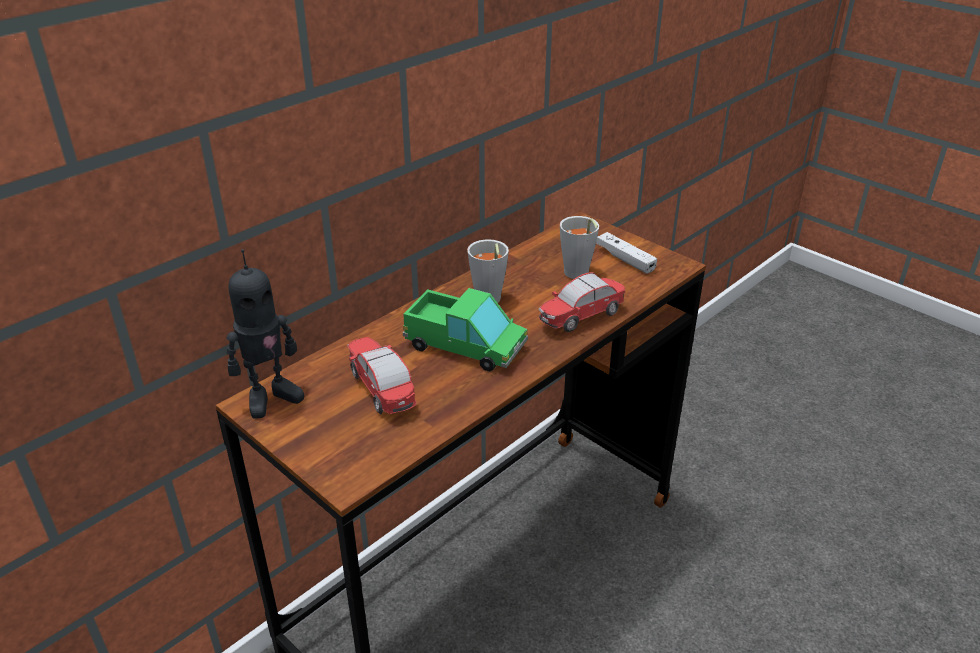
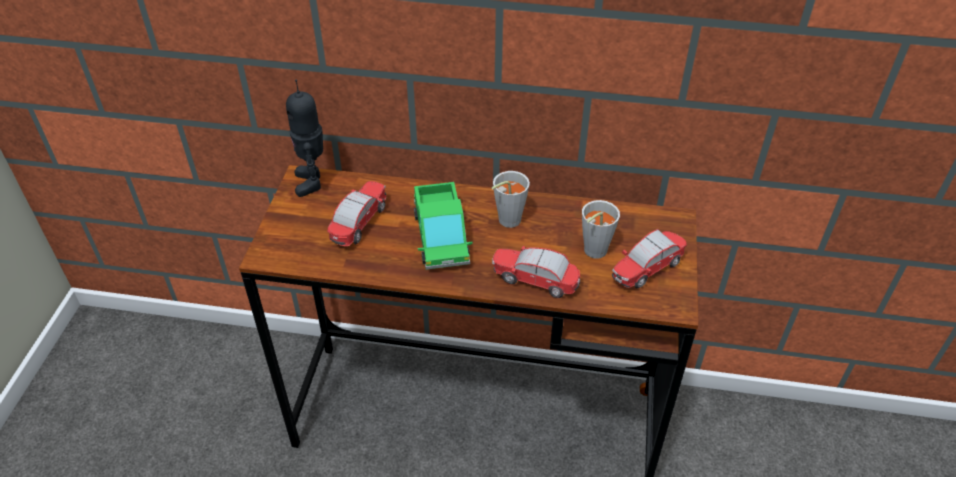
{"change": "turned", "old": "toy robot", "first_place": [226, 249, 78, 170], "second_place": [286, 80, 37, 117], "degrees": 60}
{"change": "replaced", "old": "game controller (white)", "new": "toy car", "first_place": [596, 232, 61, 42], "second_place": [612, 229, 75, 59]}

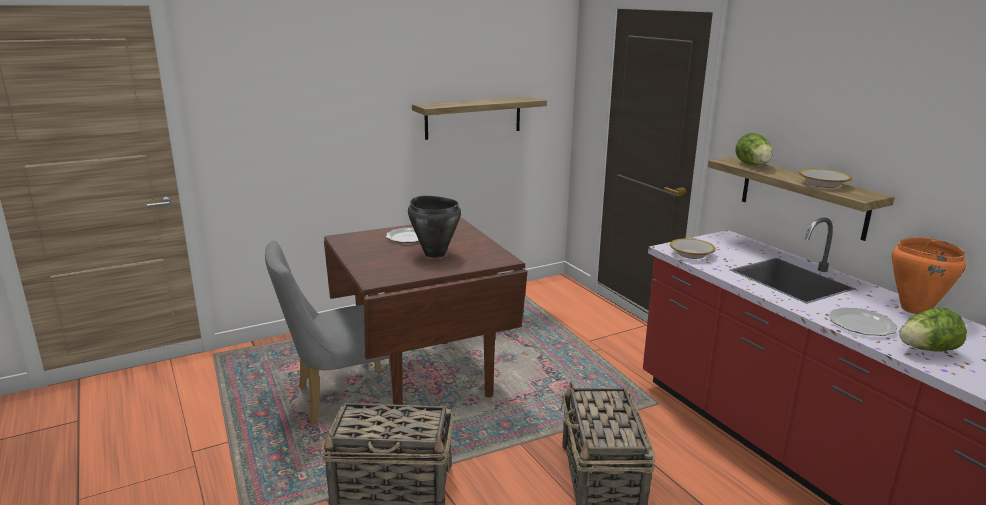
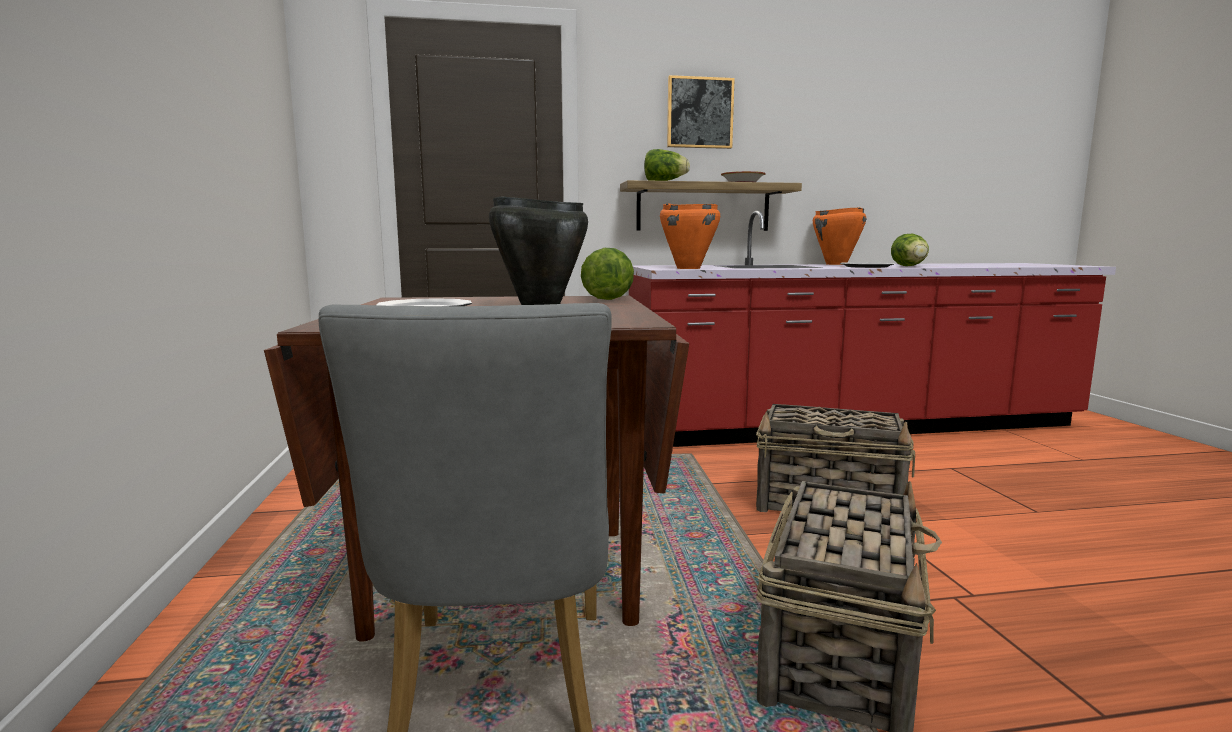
{"change": "removed", "old": "shelf", "first_place": [412, 96, 135, 44]}
{"change": "replaced", "old": "bowl", "new": "cooking pot (orange)", "first_place": [670, 238, 46, 21], "second_place": [660, 204, 60, 65]}
{"change": "added", "new": "lettuce", "second_place": [581, 248, 53, 52]}
{"change": "added", "new": "picture", "second_place": [667, 75, 68, 74]}

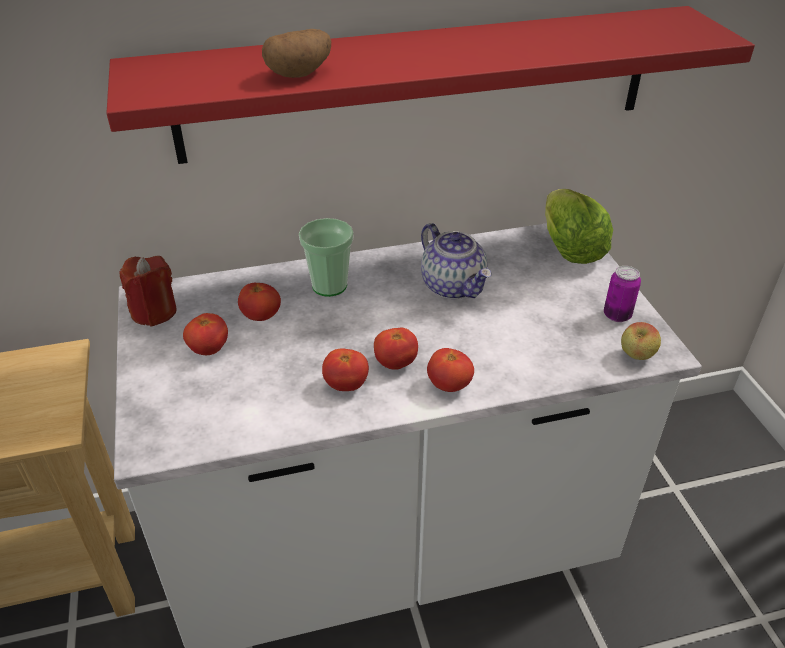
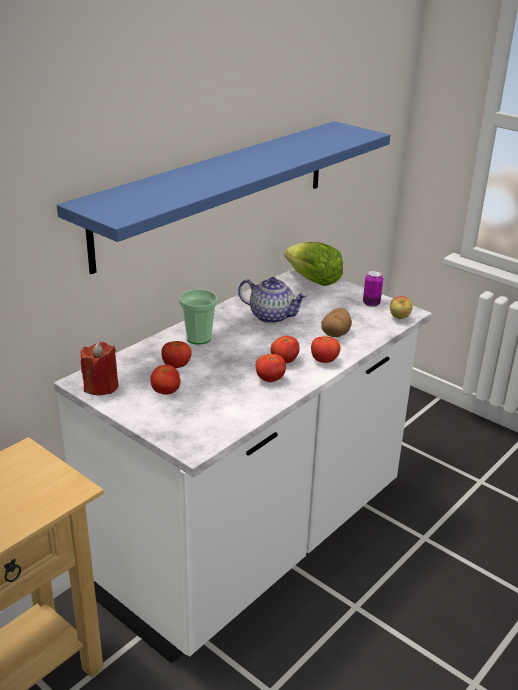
{"change": "recoloured", "old": "shelf (red)", "new": "shelf (blue)", "first_place": [106, 6, 649, 158], "second_place": [57, 121, 333, 153]}
{"change": "moved", "old": "potato", "first_place": [262, 29, 69, 49], "second_place": [321, 308, 31, 29]}

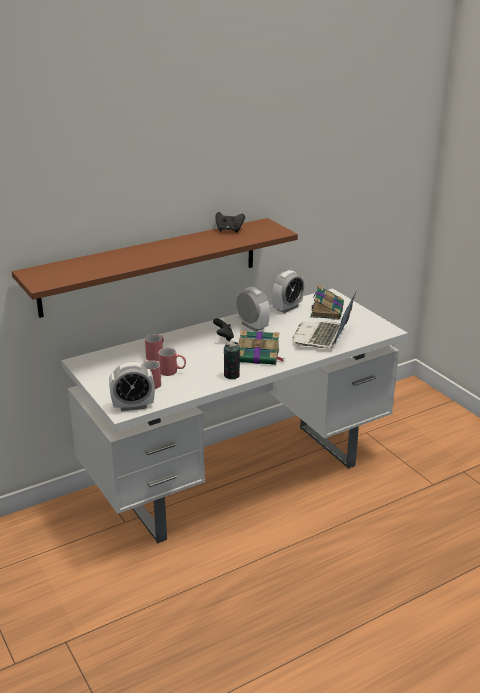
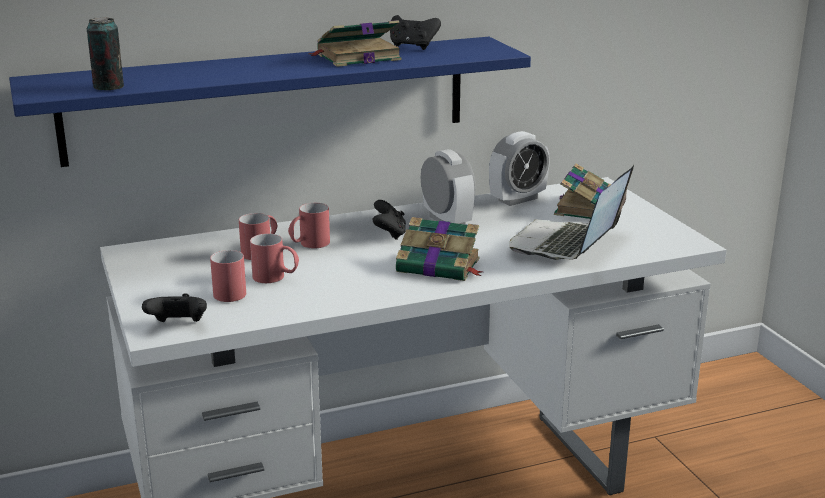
{"change": "recoloured", "old": "shelf (brown)", "new": "shelf (blue)", "first_place": [12, 218, 286, 100], "second_place": [9, 37, 522, 130]}
{"change": "replaced", "old": "alarm clock", "new": "game controller (black)", "first_place": [109, 362, 46, 49], "second_place": [142, 293, 65, 29]}
{"change": "moved", "old": "can", "first_place": [224, 341, 16, 38], "second_place": [87, 17, 37, 73]}
{"change": "added", "new": "mug (red)", "second_place": [288, 203, 42, 46]}
{"change": "added", "new": "book", "second_place": [309, 20, 93, 47]}

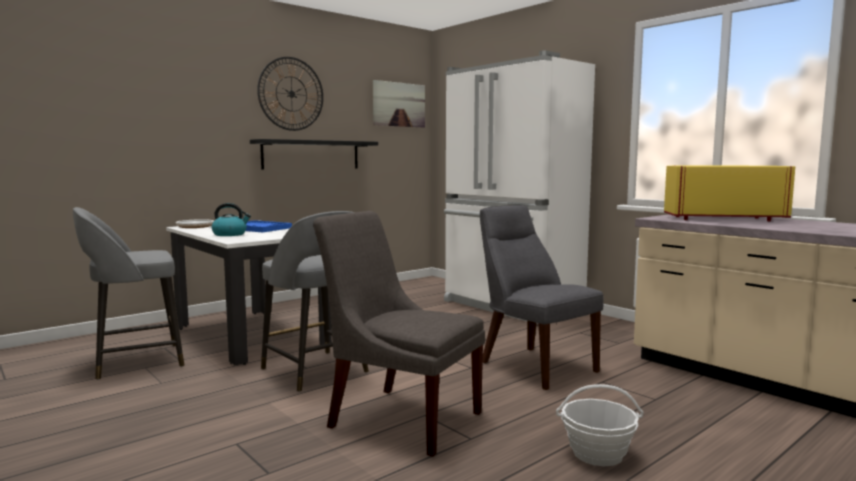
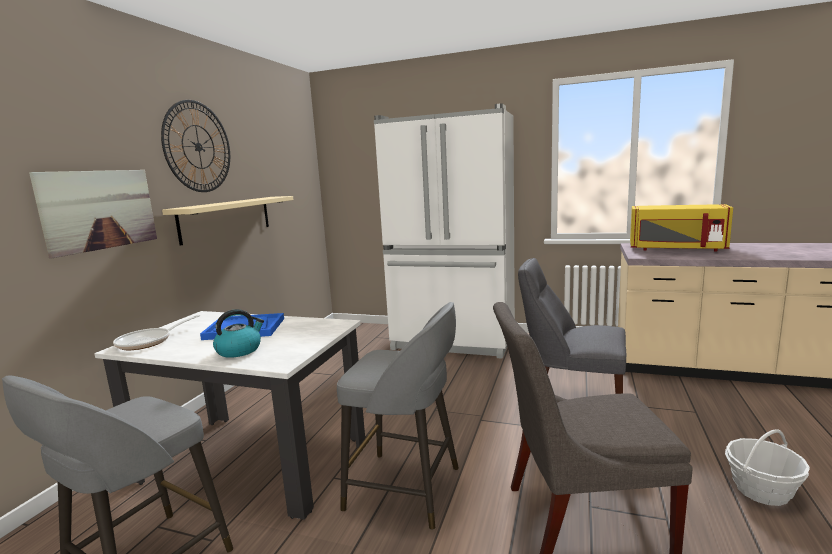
{"change": "recoloured", "old": "shelf (black)", "new": "shelf (beige)", "first_place": [250, 139, 128, 31], "second_place": [162, 196, 131, 50]}
{"change": "moved", "old": "picture", "first_place": [373, 80, 52, 48], "second_place": [29, 170, 128, 88]}
{"change": "turned", "old": "microwave (yellow)", "first_place": [664, 166, 131, 55], "second_place": [630, 204, 103, 48], "degrees": -135}

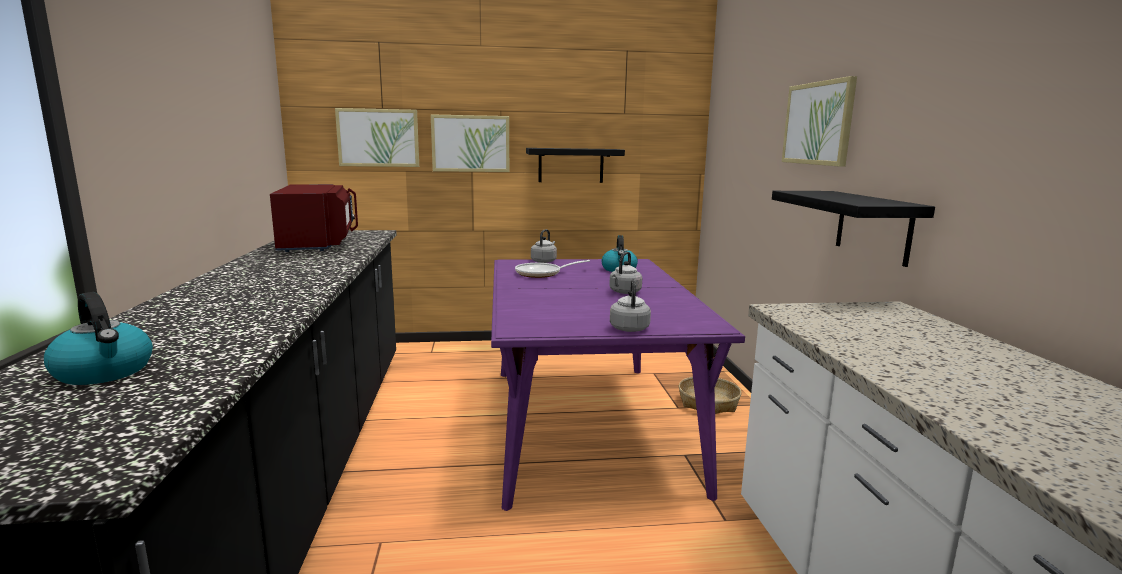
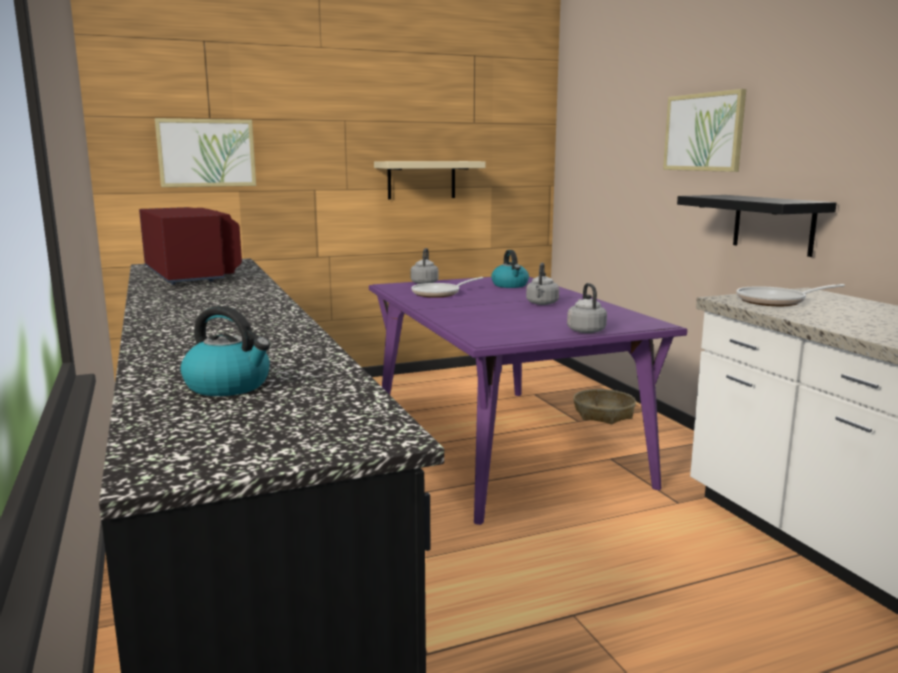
{"change": "removed", "old": "picture", "first_place": [431, 114, 78, 58]}
{"change": "recoloured", "old": "shelf (black)", "new": "shelf (beige)", "first_place": [526, 148, 99, 35], "second_place": [374, 161, 111, 38]}
{"change": "added", "new": "frying pan", "second_place": [737, 284, 108, 22]}

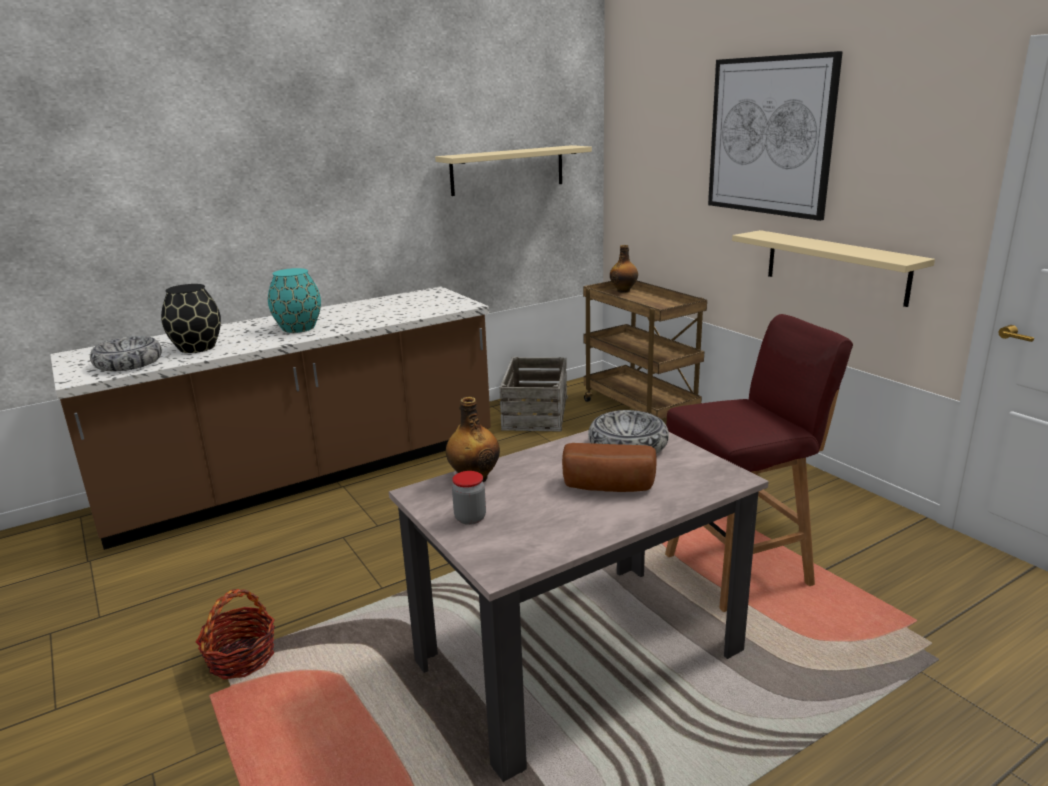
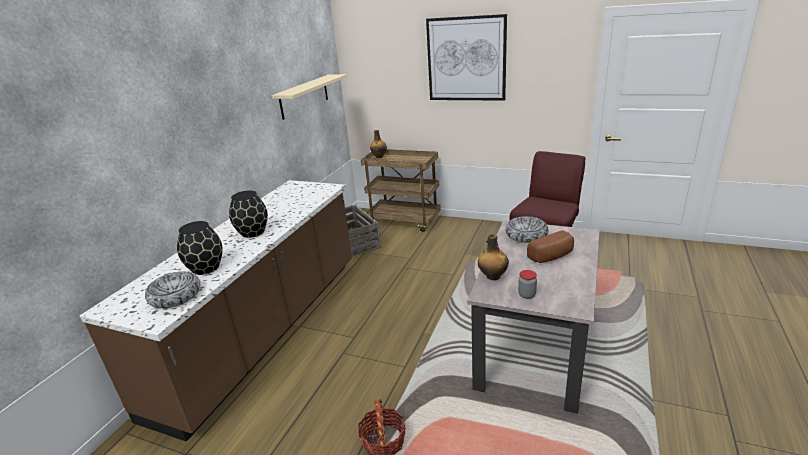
{"change": "recoloured", "old": "vase (turquoise)", "new": "vase (black)", "first_place": [268, 268, 53, 65], "second_place": [229, 191, 39, 47]}
{"change": "removed", "old": "shelf (beige)", "first_place": [732, 230, 203, 77]}

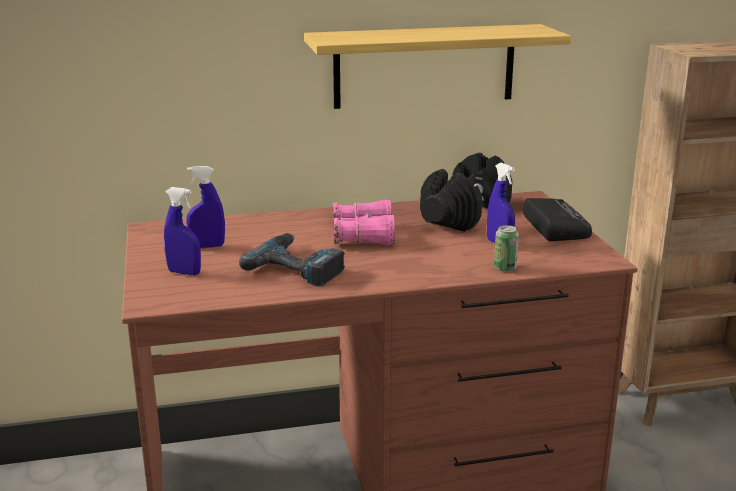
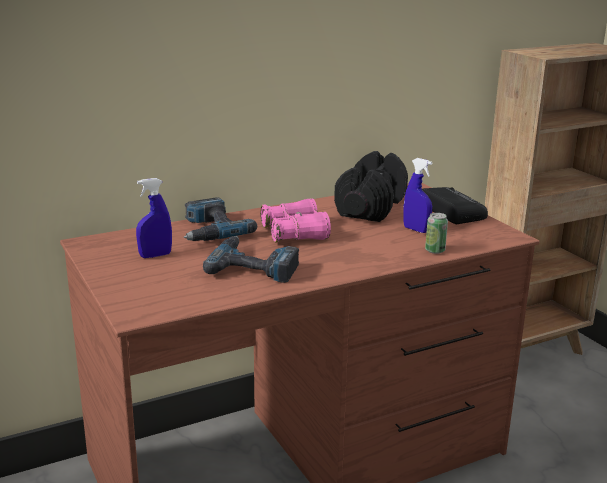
{"change": "removed", "old": "spray bottle (blue)", "first_place": [164, 187, 37, 89]}
{"change": "removed", "old": "shelf", "first_place": [304, 24, 267, 85]}
{"change": "added", "new": "power drill", "second_place": [184, 197, 73, 44]}

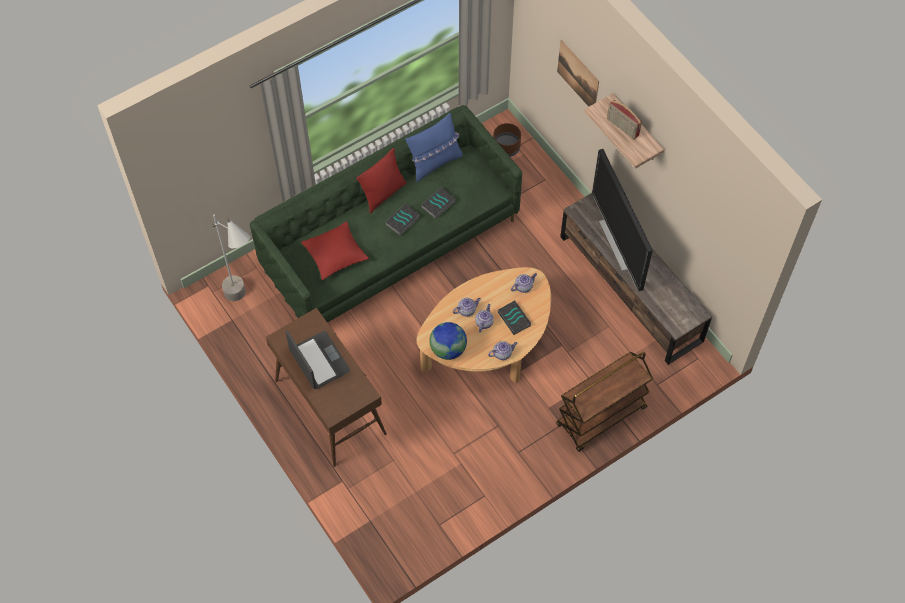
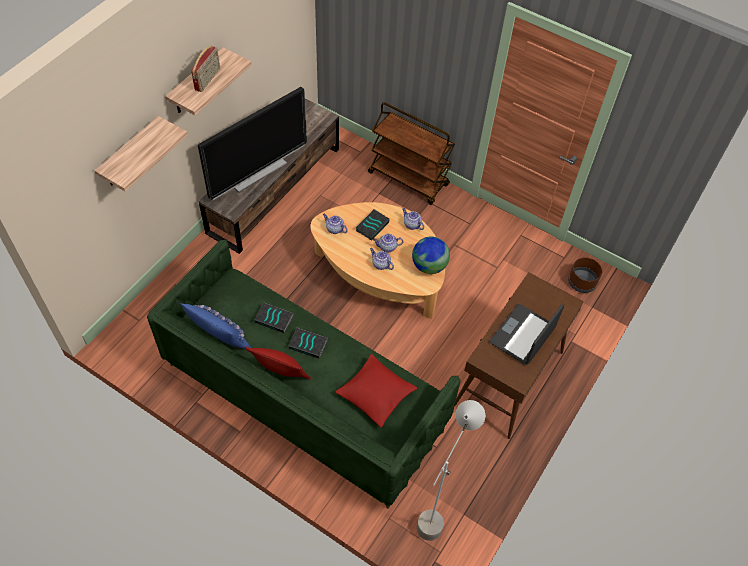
{"change": "moved", "old": "planter (brown)", "first_place": [493, 123, 28, 34], "second_place": [568, 257, 34, 36]}
{"change": "replaced", "old": "picture", "new": "shelf", "first_place": [557, 40, 42, 67], "second_place": [94, 116, 94, 76]}

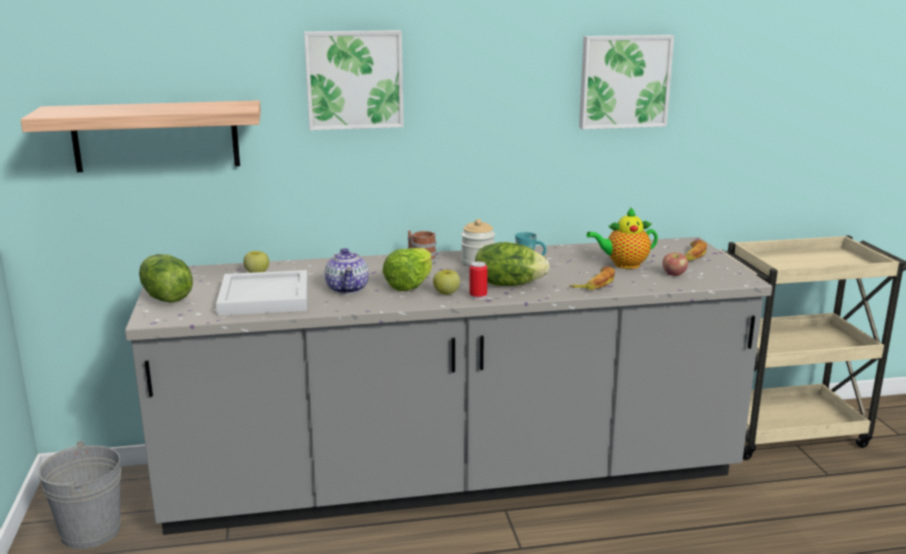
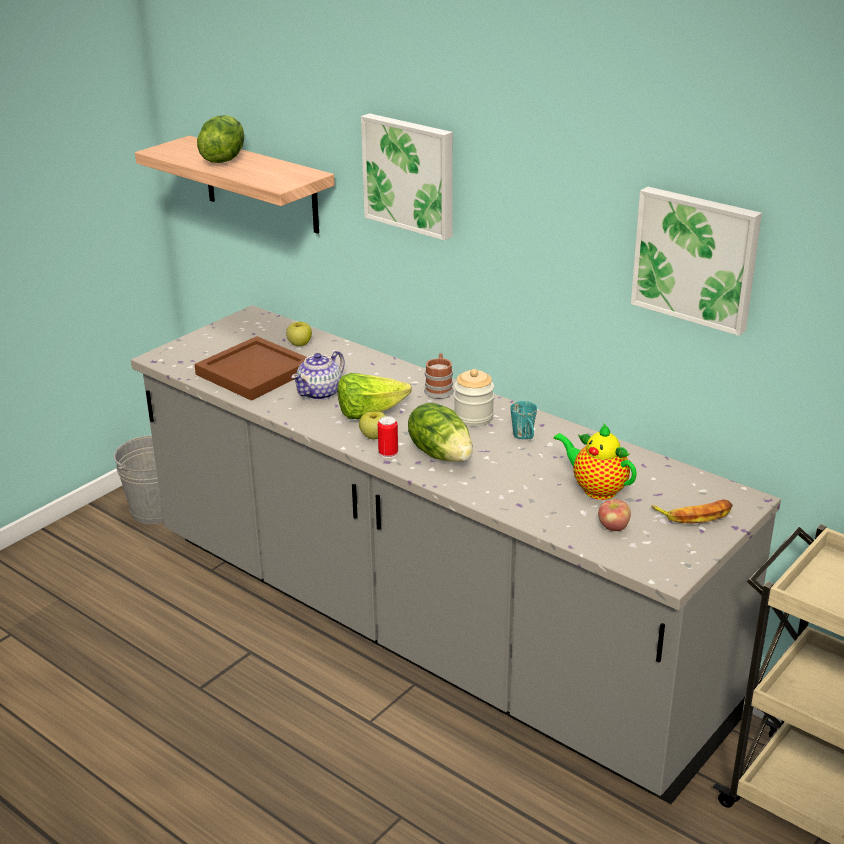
{"change": "moved", "old": "lettuce", "first_place": [139, 254, 54, 49], "second_place": [197, 115, 47, 48]}
{"change": "recoloured", "old": "tray (white)", "new": "tray (brown)", "first_place": [216, 270, 92, 46], "second_place": [194, 336, 113, 65]}
{"change": "removed", "old": "banana", "first_place": [569, 266, 46, 24]}

